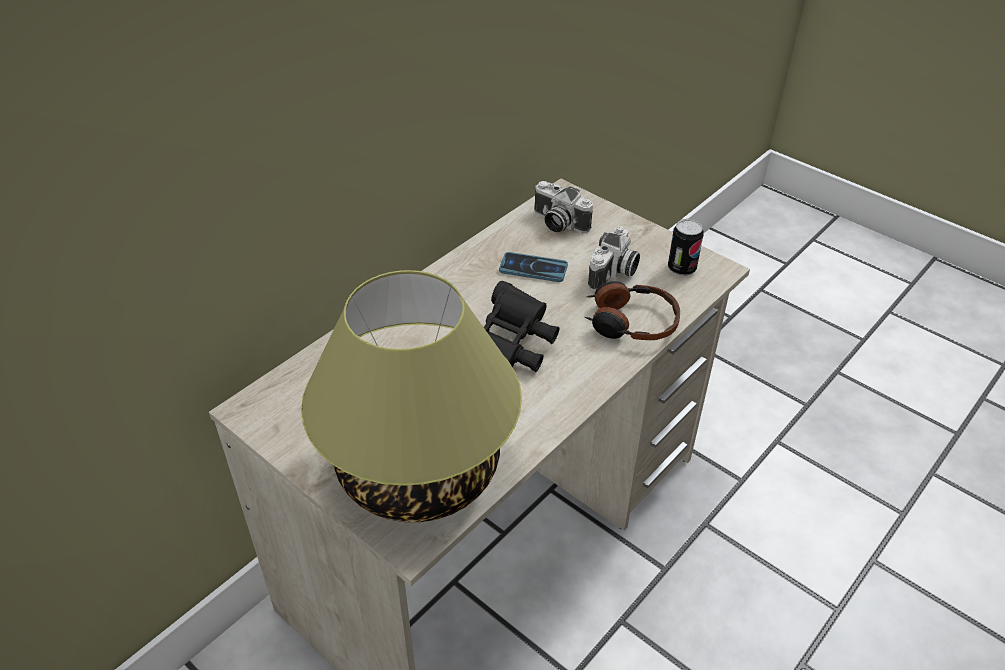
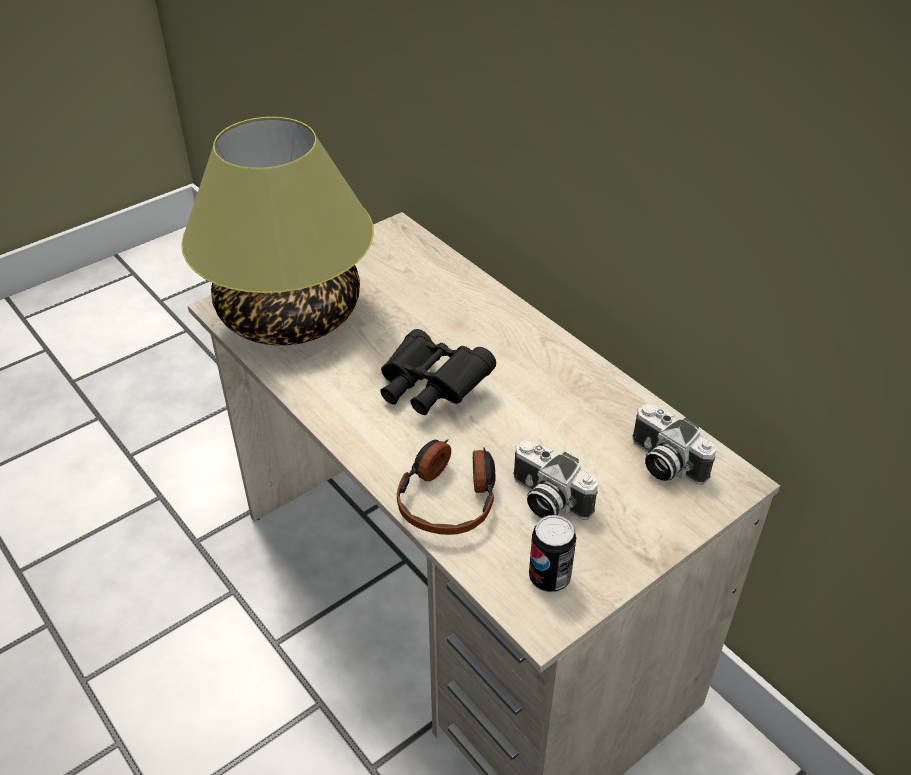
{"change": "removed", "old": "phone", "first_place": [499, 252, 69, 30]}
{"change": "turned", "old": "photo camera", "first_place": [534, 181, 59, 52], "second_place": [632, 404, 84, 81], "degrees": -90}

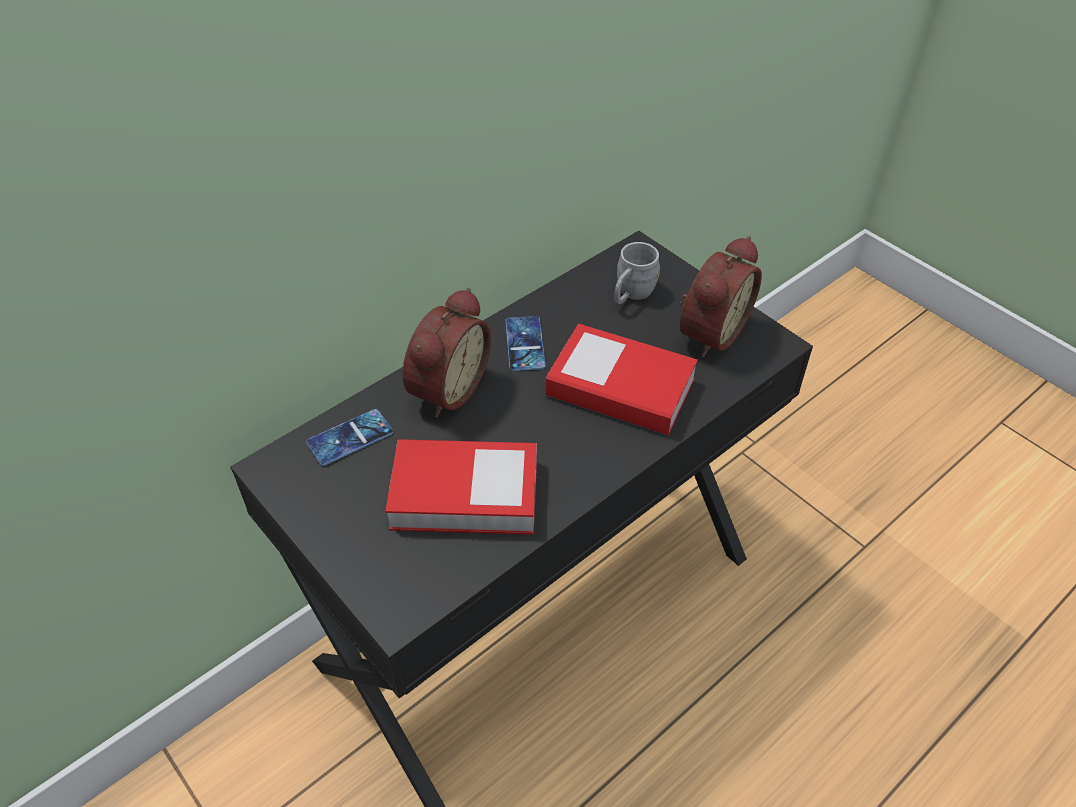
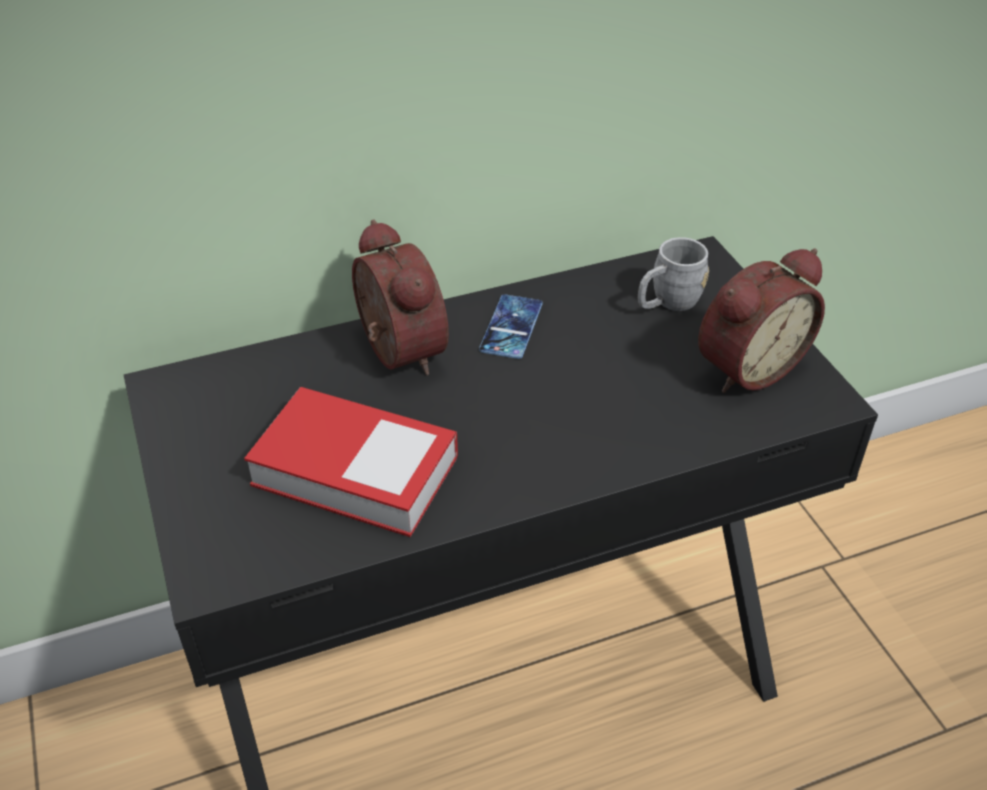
{"change": "removed", "old": "phone", "first_place": [306, 409, 87, 57]}
{"change": "turned", "old": "alarm clock", "first_place": [403, 288, 88, 130], "second_place": [352, 219, 97, 156], "degrees": -75}
{"change": "removed", "old": "book", "first_place": [546, 323, 152, 112]}

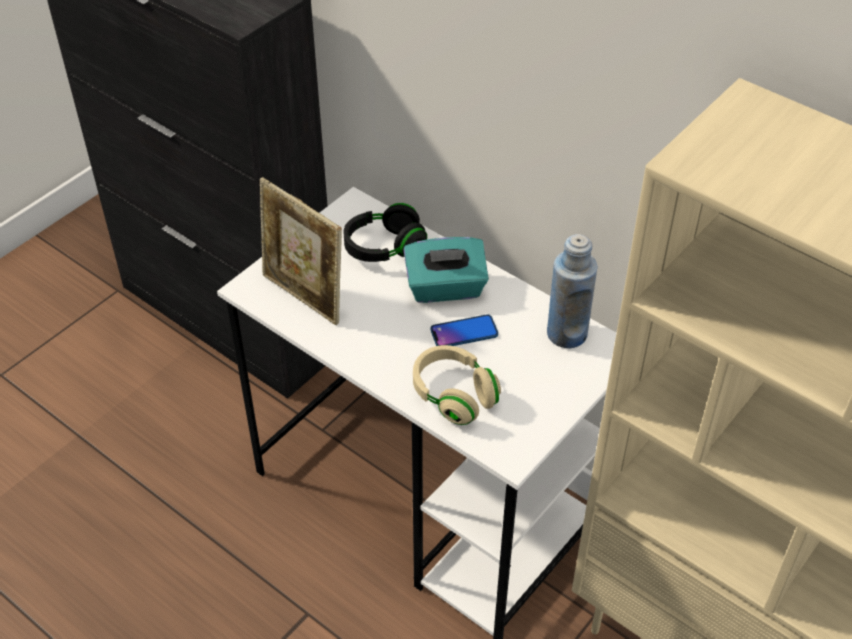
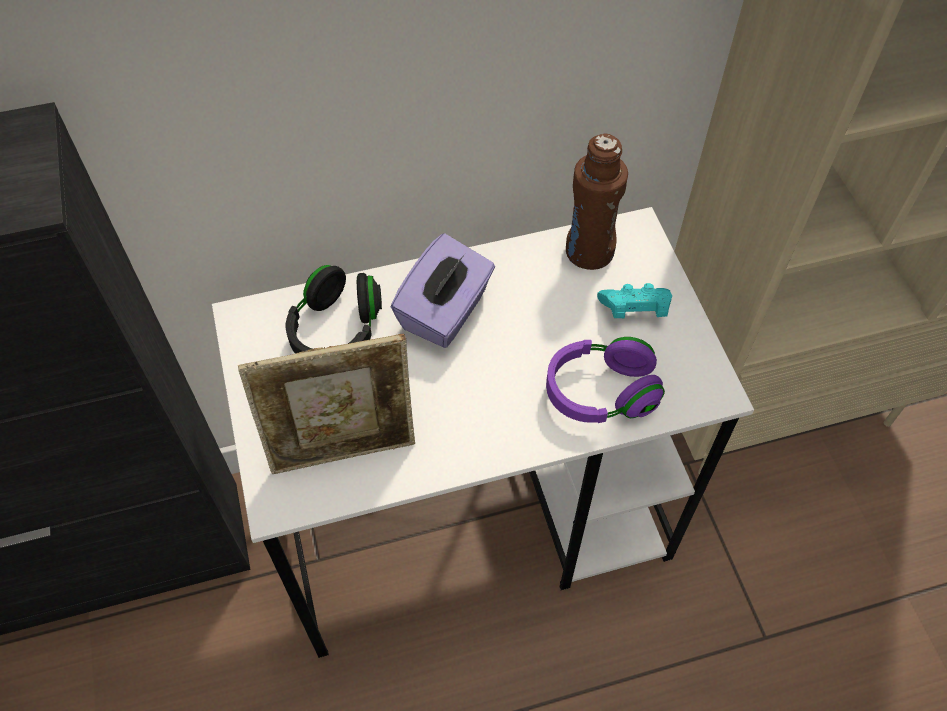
{"change": "recoloured", "old": "tissue box (turquoise)", "new": "tissue box (purple)", "first_place": [404, 237, 85, 66], "second_place": [391, 233, 104, 115]}
{"change": "recoloured", "old": "headphones (beige)", "new": "headphones (purple)", "first_place": [413, 345, 88, 80], "second_place": [546, 337, 119, 86]}
{"change": "removed", "old": "phone", "first_place": [431, 314, 67, 32]}
{"change": "recoloured", "old": "bottle (blue)", "new": "bottle (brown)", "first_place": [547, 234, 50, 114], "second_place": [566, 133, 62, 137]}
{"change": "added", "new": "game controller (turquoise)", "second_place": [597, 283, 75, 35]}

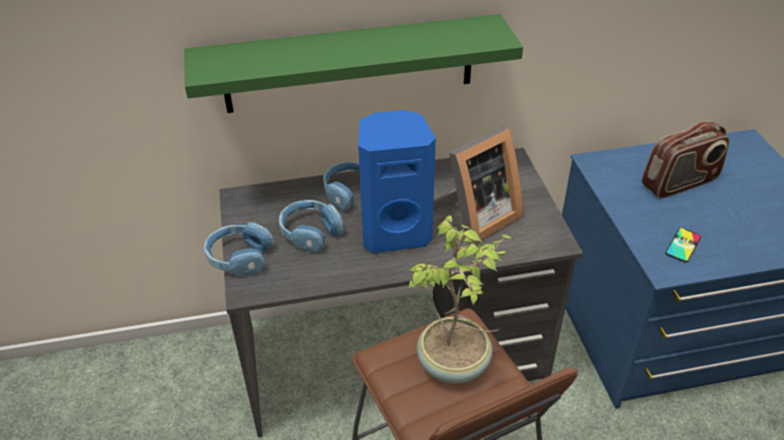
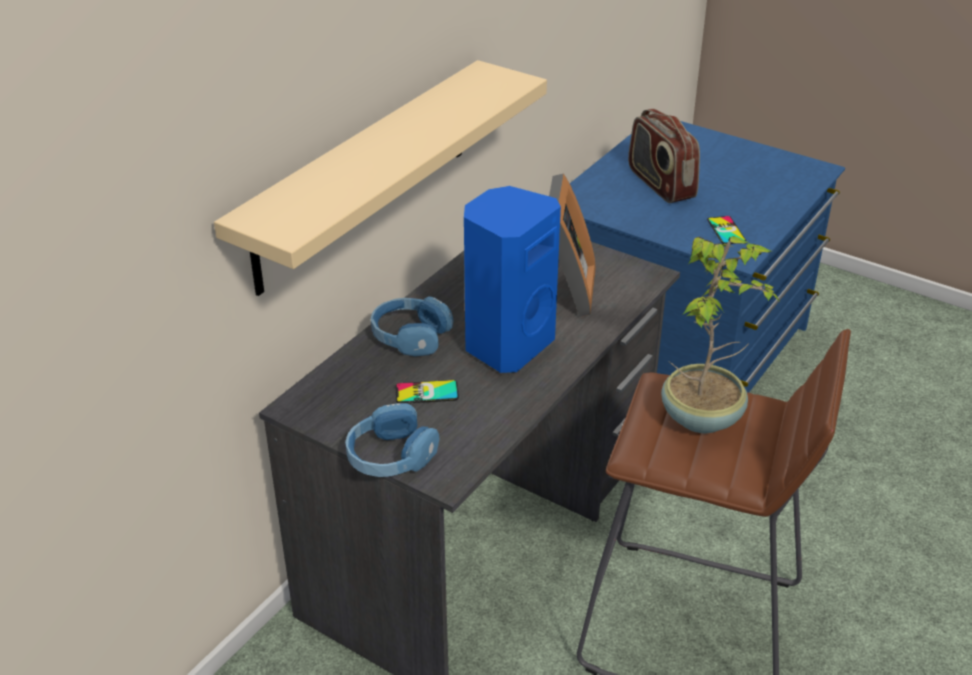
{"change": "recoloured", "old": "shelf (green)", "new": "shelf (beige)", "first_place": [185, 14, 338, 99], "second_place": [214, 60, 333, 236]}
{"change": "replaced", "old": "headphones (blue)", "new": "phone", "first_place": [279, 200, 65, 52], "second_place": [396, 380, 63, 23]}
{"change": "turned", "old": "radio", "first_place": [642, 121, 88, 78], "second_place": [628, 109, 72, 94], "degrees": 135}

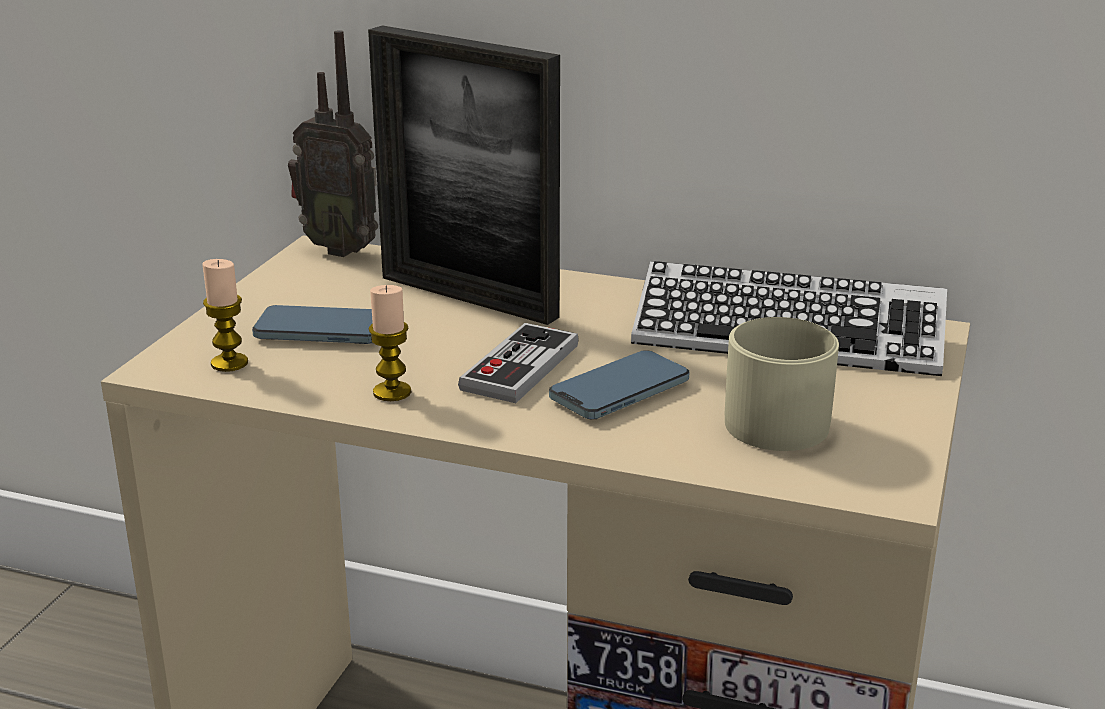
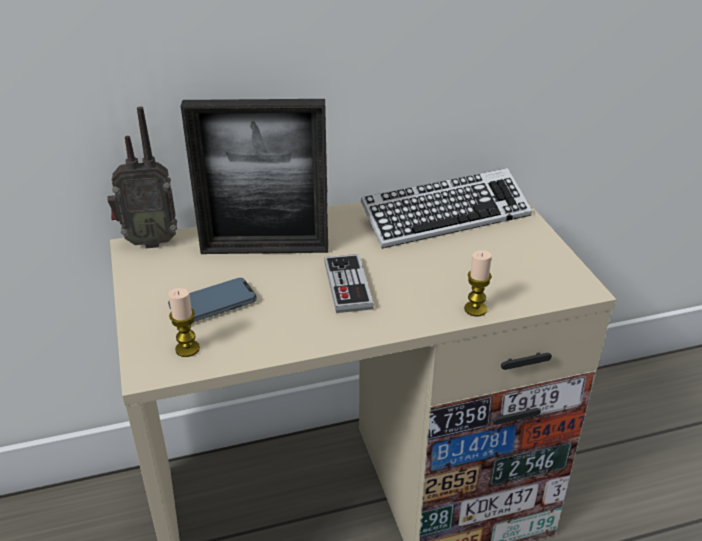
{"change": "moved", "old": "candle", "first_place": [368, 285, 43, 116], "second_place": [464, 250, 28, 66]}
{"change": "removed", "old": "phone", "first_place": [549, 350, 140, 69]}
{"change": "removed", "old": "mug (beige)", "first_place": [725, 317, 114, 134]}

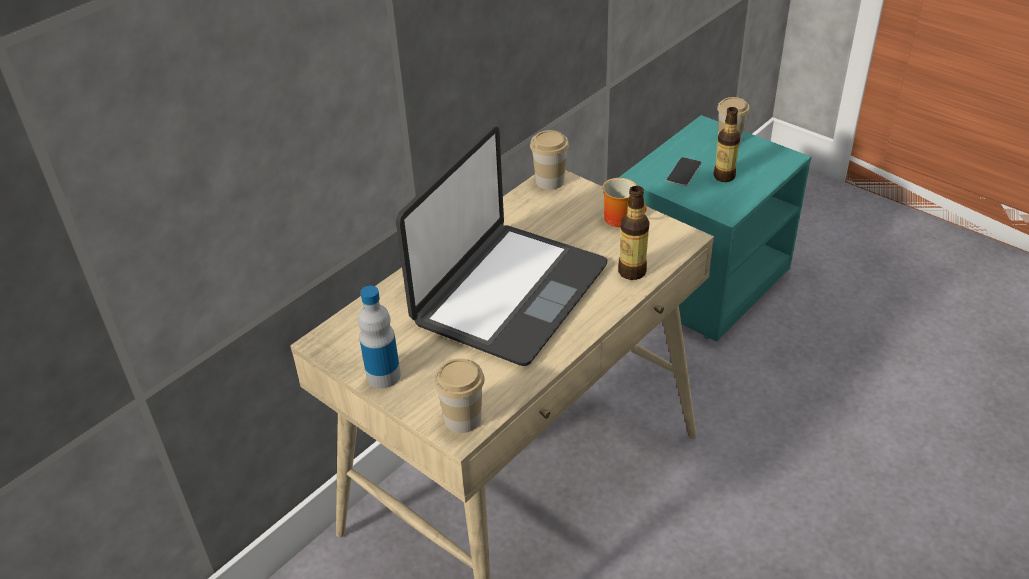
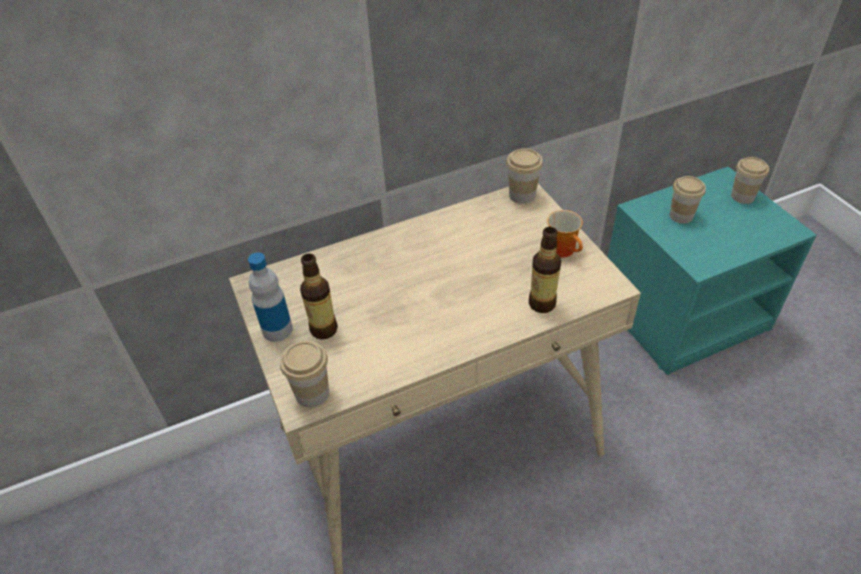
{"change": "removed", "old": "laptop", "first_place": [396, 126, 211, 240]}
{"change": "replaced", "old": "phone", "new": "cup", "first_place": [666, 157, 36, 29], "second_place": [670, 176, 36, 48]}
{"change": "moved", "old": "bottle", "first_place": [713, 107, 27, 75], "second_place": [300, 254, 38, 85]}

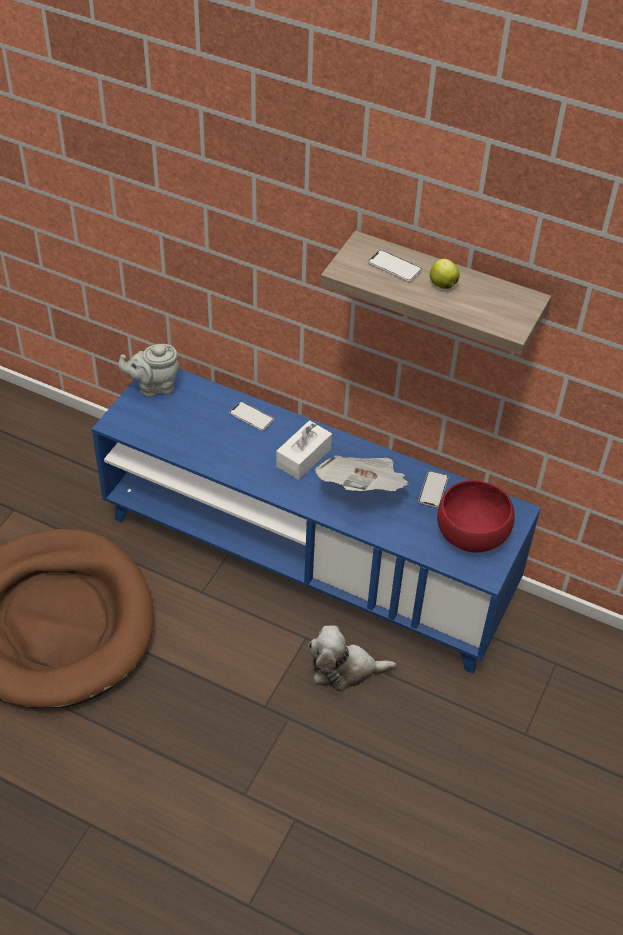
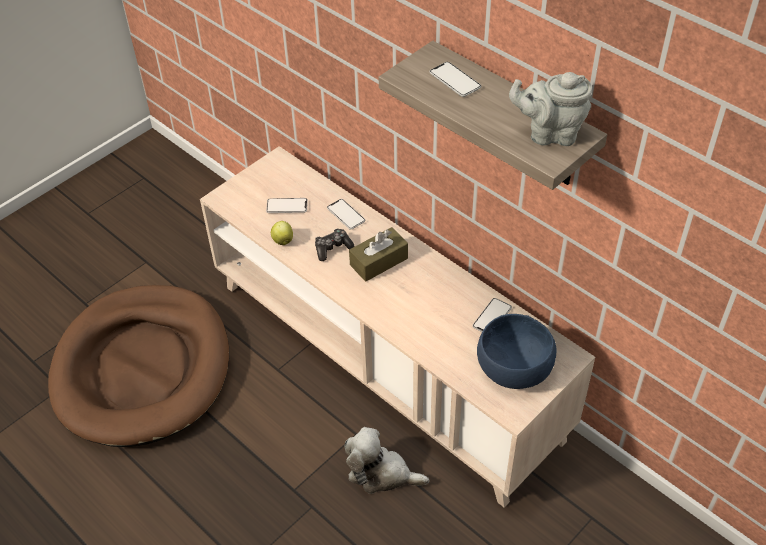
{"change": "recoloured", "old": "tv stand (blue)", "new": "tv stand (beige)", "first_place": [92, 369, 449, 305], "second_place": [200, 146, 395, 361]}
{"change": "moved", "old": "teapot (grey)", "first_place": [118, 344, 62, 53], "second_place": [509, 72, 83, 74]}
{"change": "recoloured", "old": "tissue box (white)", "new": "tissue box (brown)", "first_place": [276, 420, 56, 60], "second_place": [349, 227, 59, 55]}
{"change": "removed", "old": "newspaper", "first_place": [315, 455, 94, 36]}
{"change": "moved", "old": "apple", "first_place": [430, 259, 30, 30], "second_place": [271, 221, 22, 24]}
{"change": "recoloured", "old": "bowl (red)", "new": "bowl (blue)", "first_place": [437, 480, 78, 72], "second_place": [477, 314, 79, 75]}
{"change": "added", "new": "phone", "second_place": [266, 198, 42, 15]}
{"change": "added", "new": "game controller", "second_place": [315, 228, 39, 33]}

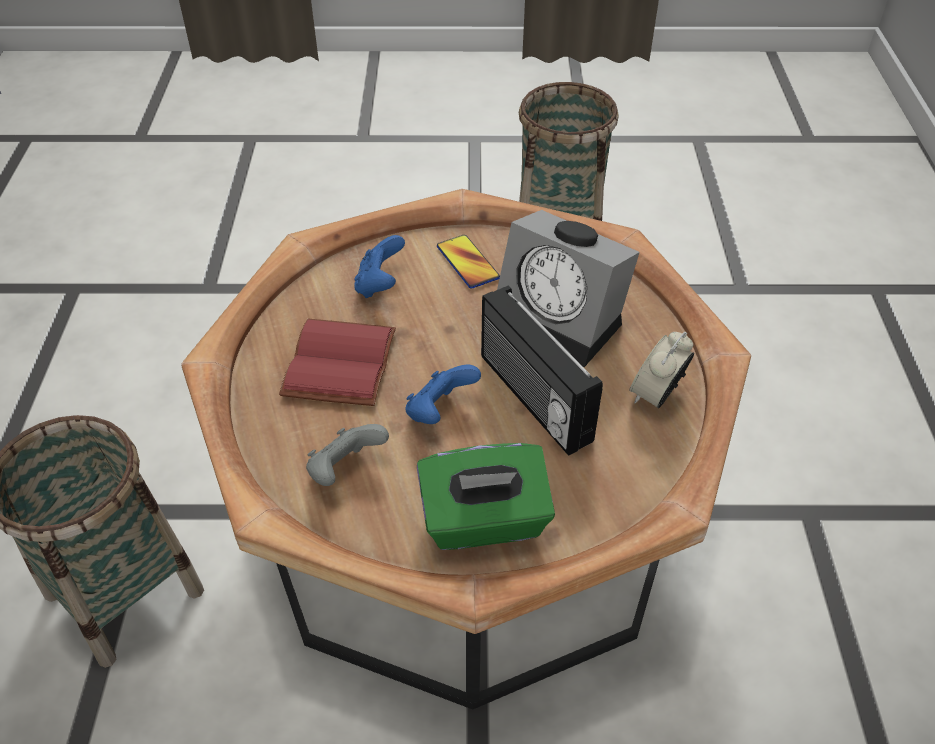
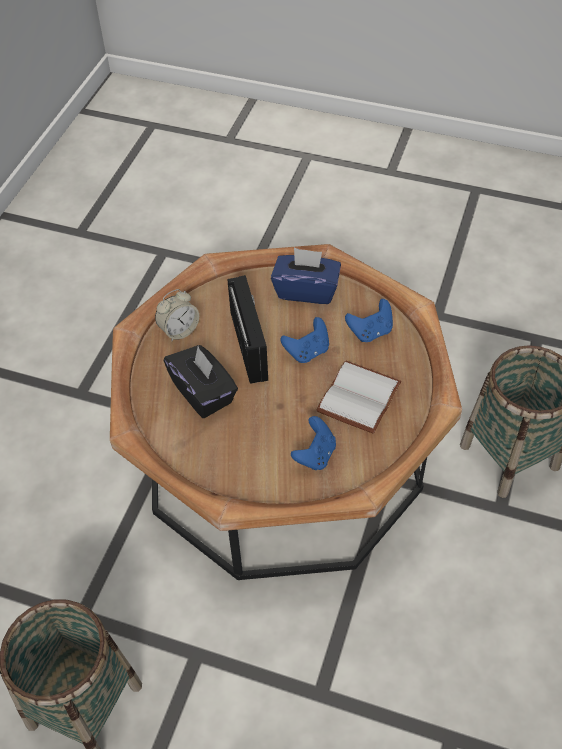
{"change": "recoloured", "old": "book (red)", "new": "book (white)", "first_place": [279, 319, 117, 87], "second_place": [316, 360, 85, 74]}
{"change": "recoloured", "old": "game controller (grey)", "new": "game controller (blue)", "first_place": [306, 424, 83, 62], "second_place": [345, 299, 48, 43]}
{"change": "recoloured", "old": "tissue box (green)", "new": "tissue box (blue)", "first_place": [417, 443, 138, 107], "second_place": [271, 248, 70, 56]}
{"change": "removed", "old": "phone", "first_place": [437, 235, 63, 53]}
{"change": "replaced", "old": "alarm clock", "new": "tissue box (black)", "first_place": [497, 210, 143, 157], "second_place": [164, 345, 74, 73]}

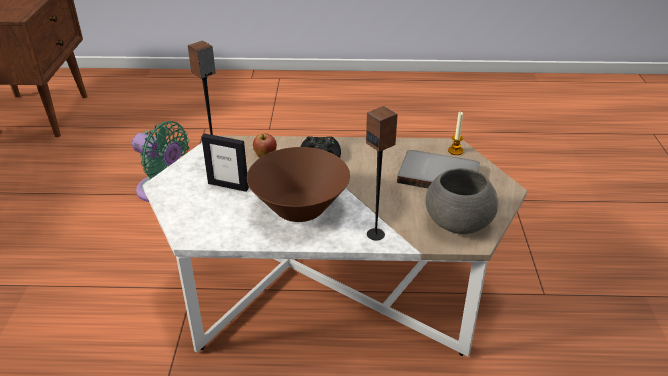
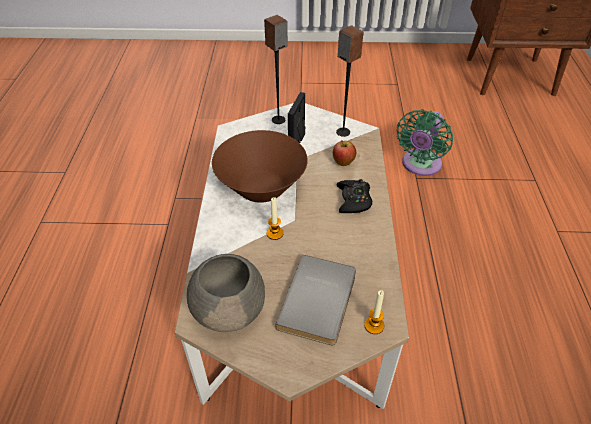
{"change": "moved", "old": "speaker", "first_place": [366, 106, 32, 134], "second_place": [264, 15, 24, 109]}
{"change": "added", "new": "candle", "second_place": [267, 197, 17, 43]}

